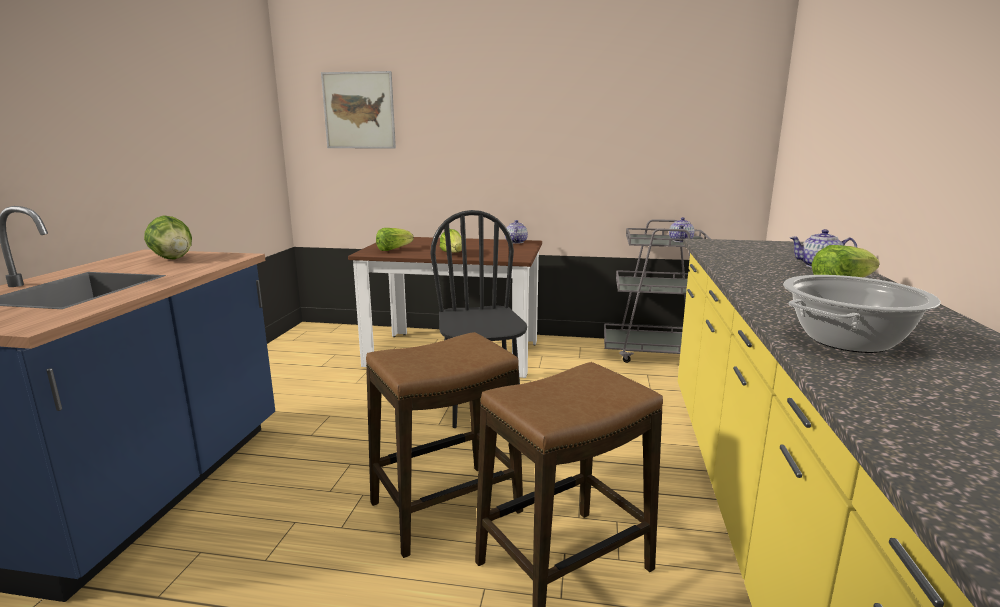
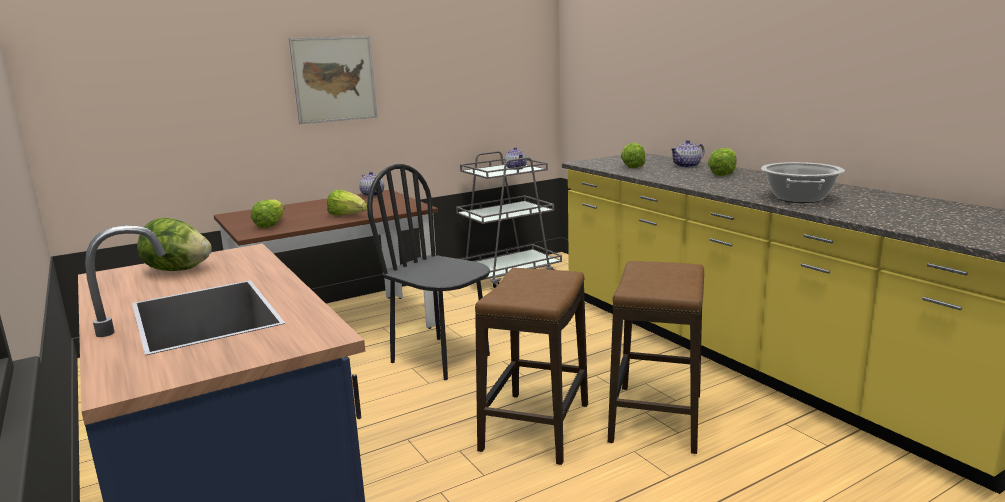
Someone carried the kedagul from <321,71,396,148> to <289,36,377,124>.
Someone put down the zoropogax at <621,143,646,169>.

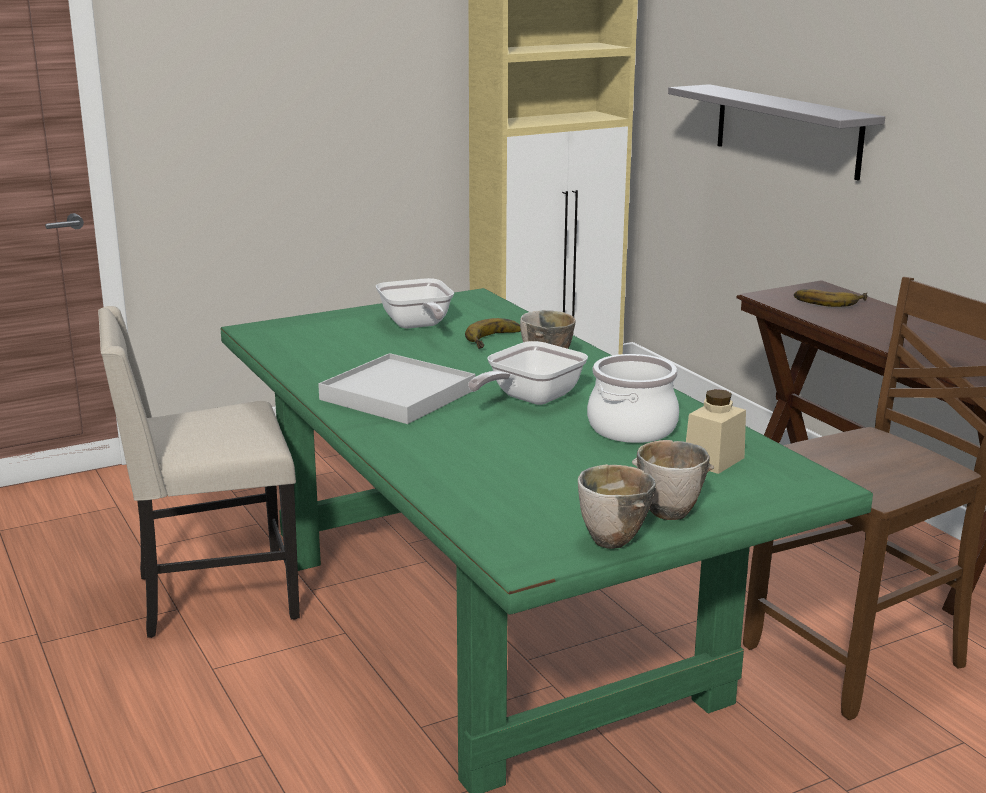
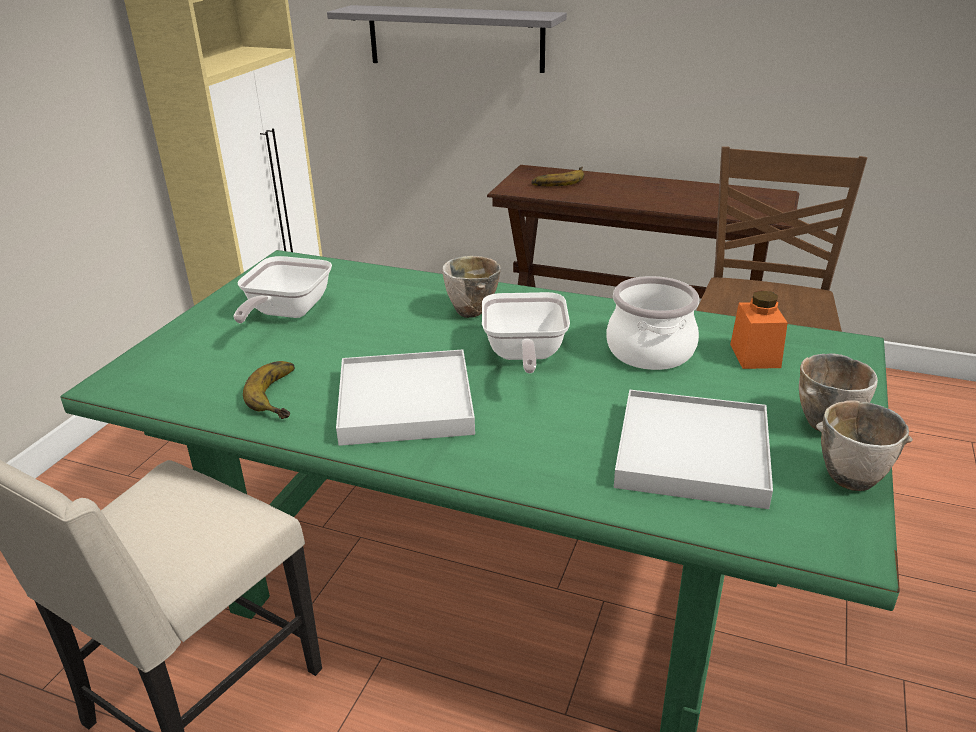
Someone rotated the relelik at <376,278,454,329> by 75 degrees clockwise.
Someone carried the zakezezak from <465,318,521,349> to <243,361,295,419>.
Someone put down the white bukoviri at <614,390,773,509>.
Someone repainted the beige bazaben at <686,389,746,474>, which became the orange bazaben at <730,290,788,369>.

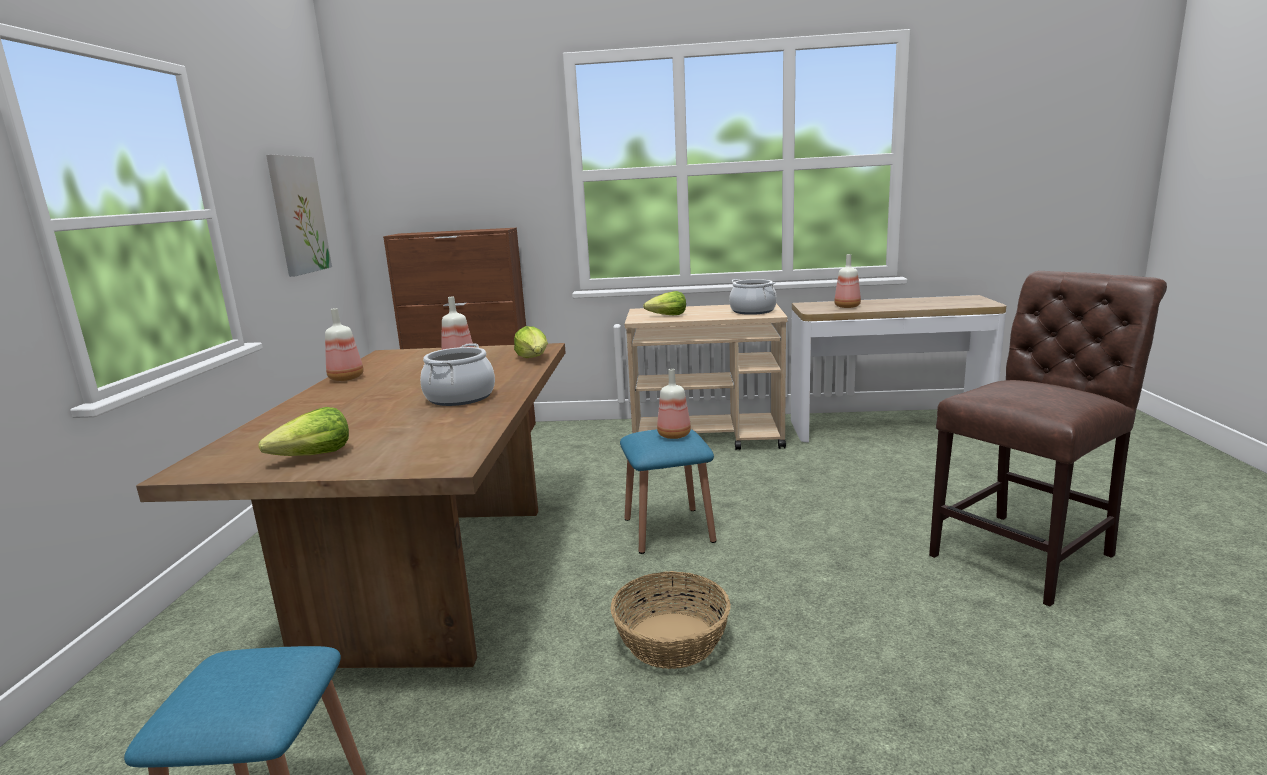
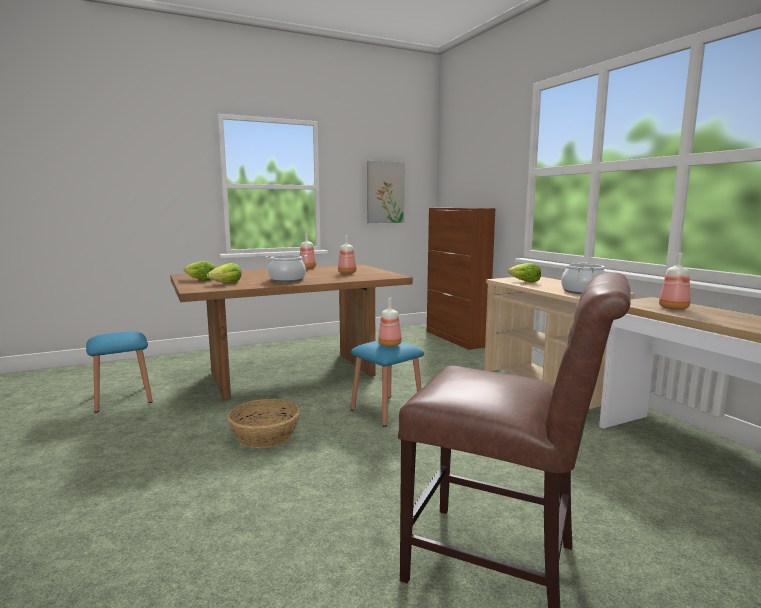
Someone carried the zoropogax from <514,326,548,358> to <207,263,242,283>.

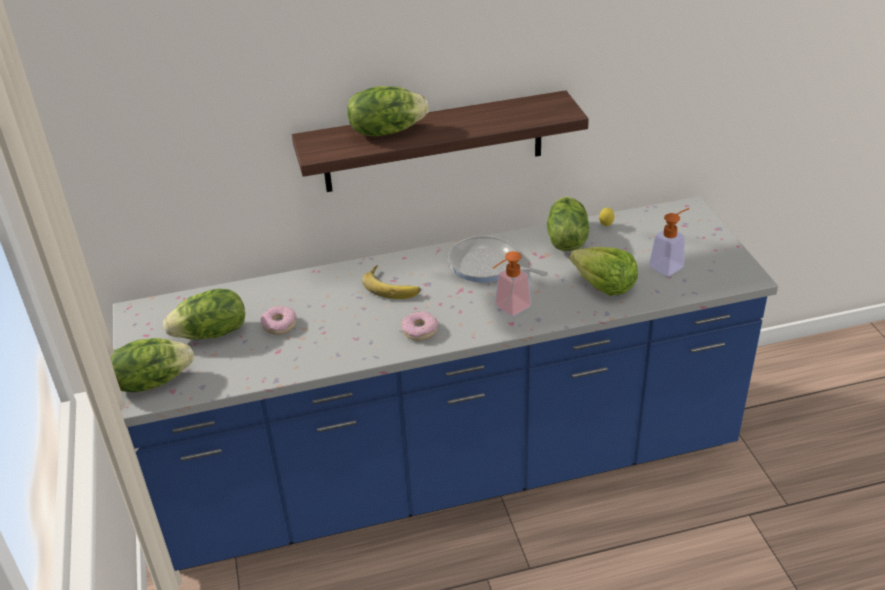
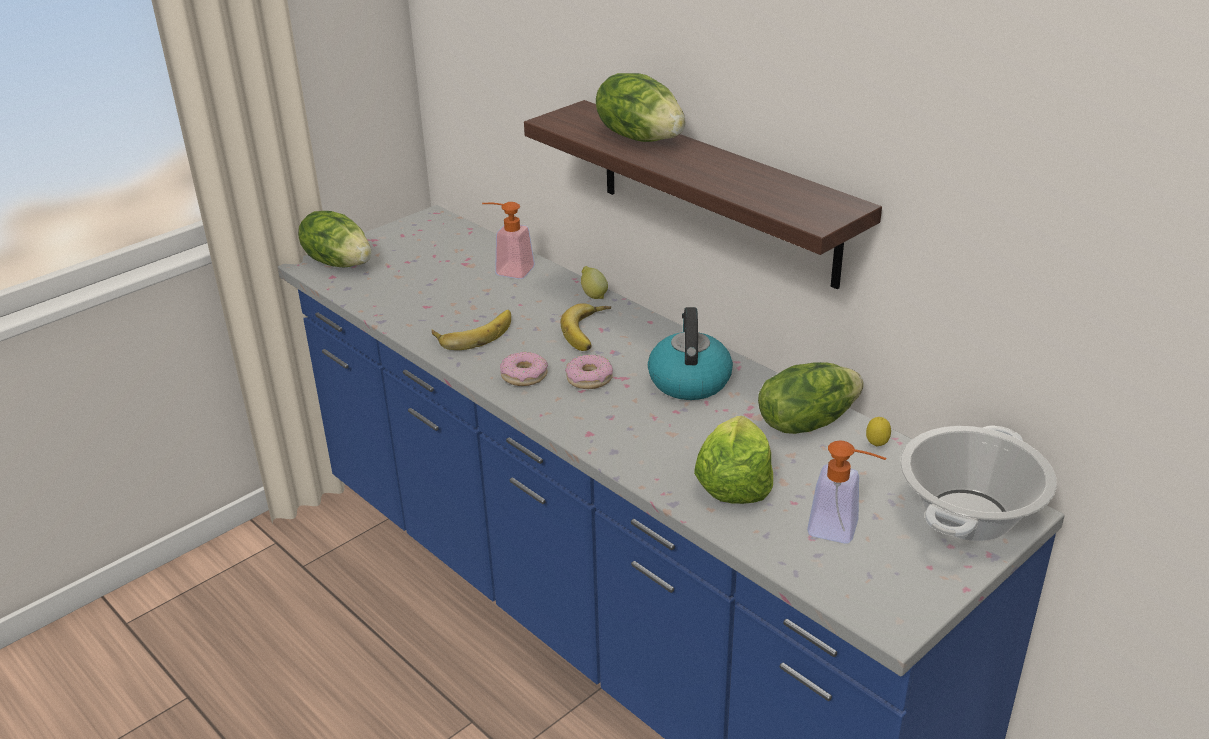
Someone put down the zakezezak at <432,310,511,350>.
Someone carried the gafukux from <493,251,531,316> to <482,202,535,279>.
Someone carried the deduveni from <261,306,297,335> to <565,355,613,389>.
Someone put down the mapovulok at <581,266,608,299>.
Someone swapped the relelik at <448,236,548,283> for the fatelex at <648,307,733,400>.
Someone put down the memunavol at <900,425,1057,541>.
Someone took away the zoropogax at <163,289,245,340>.

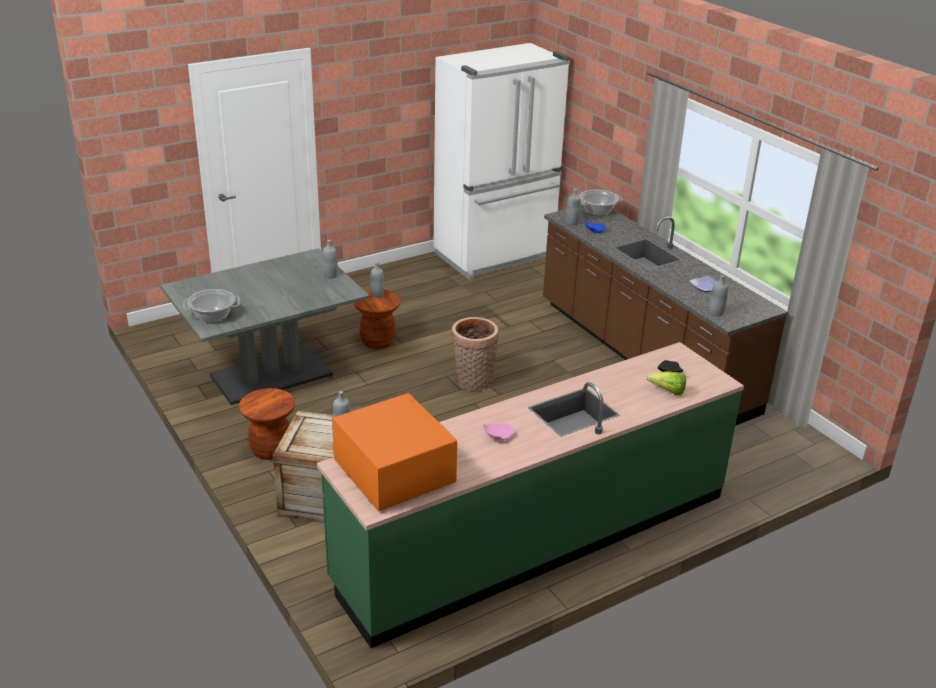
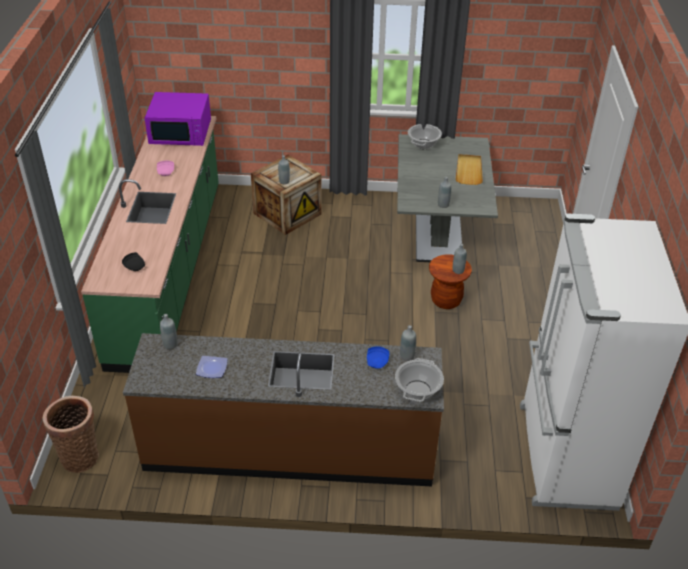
Someone carried the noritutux from <452,317,499,391> to <42,396,99,473>.
Someone repainted the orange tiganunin at <332,393,457,512>, which became the purple tiganunin at <144,92,211,146>.
Someone put down the beige bukoviri at <455,154,483,185>.
Someone took away the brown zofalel at <239,388,295,460>.
Someone took away the zoropogax at <647,372,686,395>.

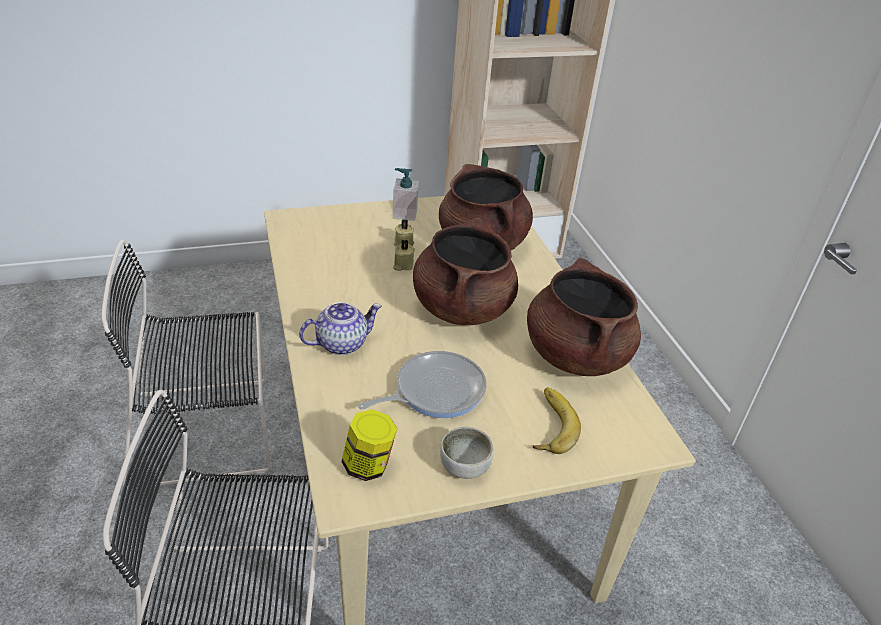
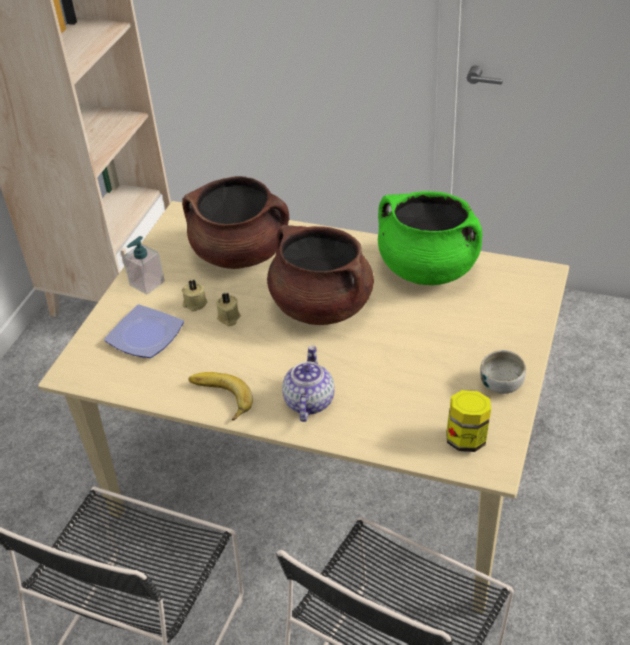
Someone put down the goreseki at <104,304,184,358>.
Someone carried the zakezezak from <533,388,581,454> to <188,372,253,421>.
Someone repainted the brown memunavol at <527,257,641,376>, which became the green memunavol at <378,191,482,285>.
Someone took away the relelik at <358,351,487,418>.

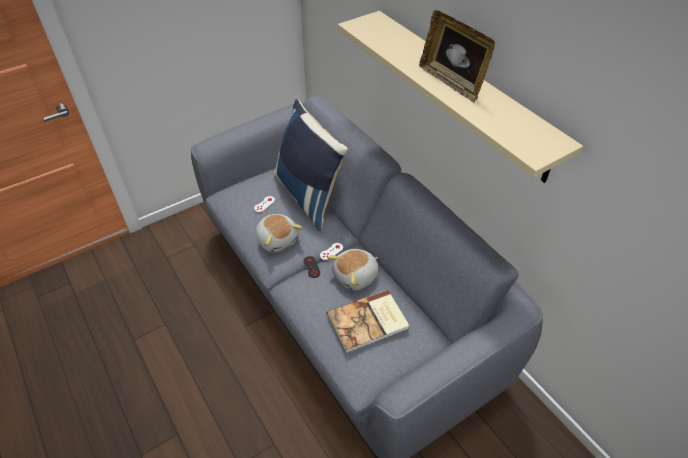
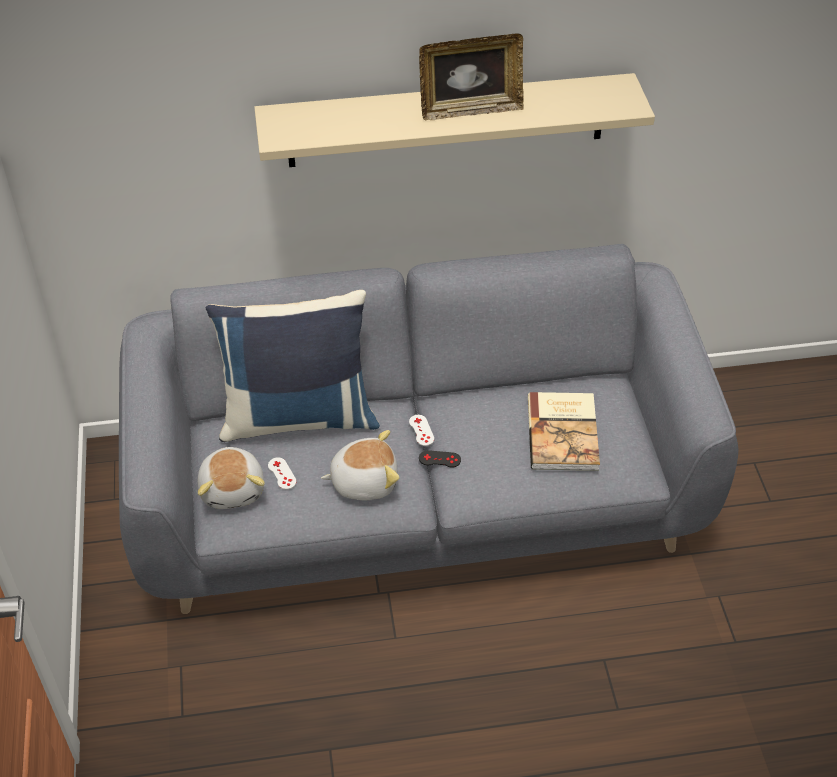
Someone carried the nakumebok from <327,249,379,291> to <197,447,265,509>.

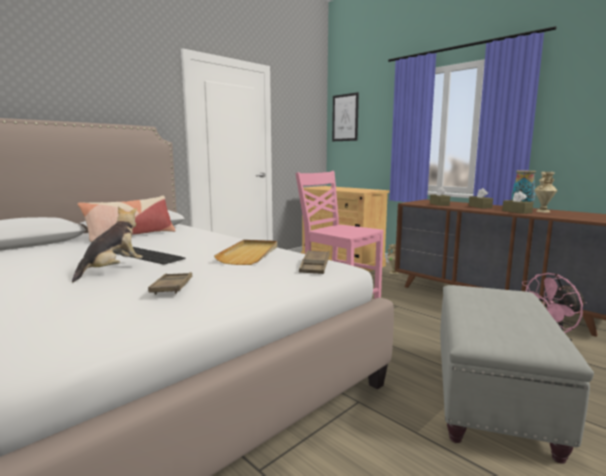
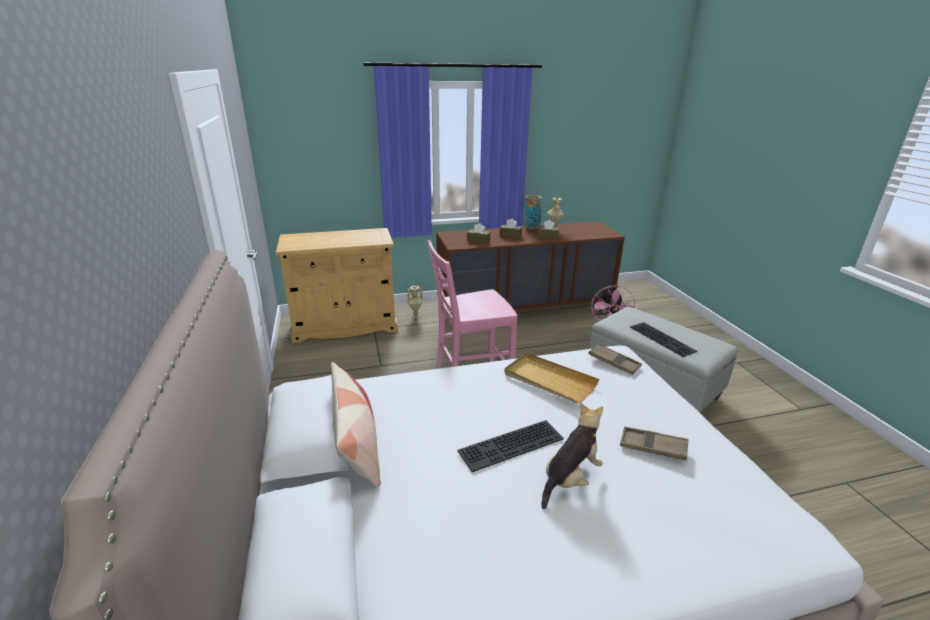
Someone rotated the nakumebok at <72,207,143,282> by 75 degrees clockwise.
Someone put down the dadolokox at <630,322,697,357>.
Someone took away the kedagul at <332,92,359,141>.

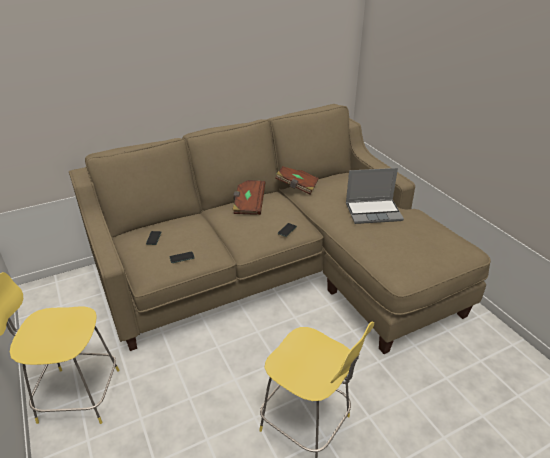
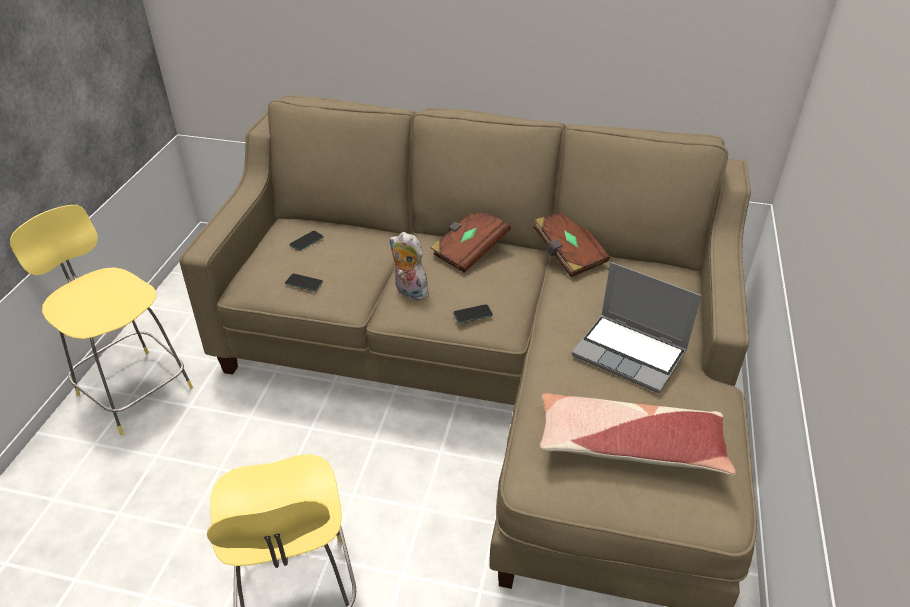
Someone put down the nakumebok at <389,232,433,300>.
Someone put down the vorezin at <540,393,736,475>.

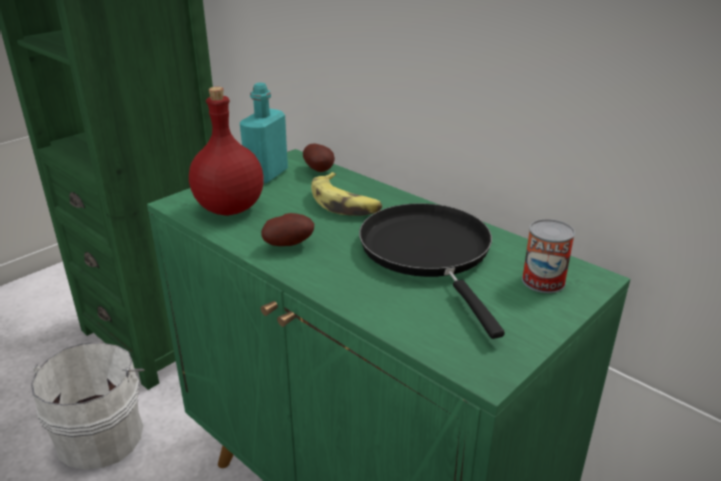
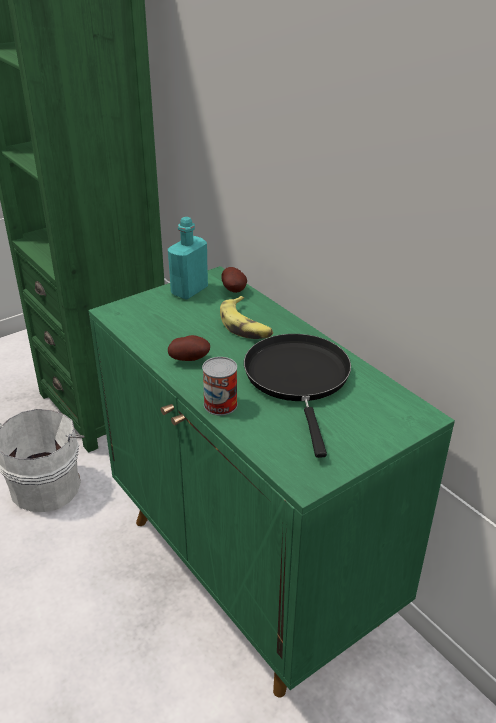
Someone carried the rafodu from <522,219,575,293> to <202,357,237,416>.
Someone took away the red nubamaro at <189,87,264,216>.

